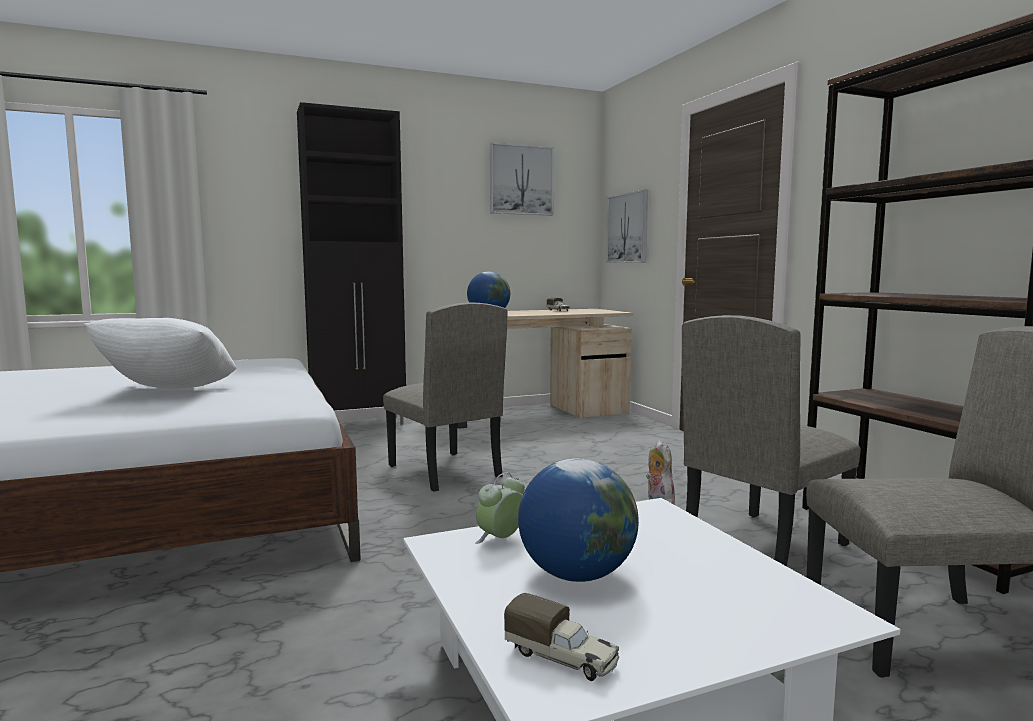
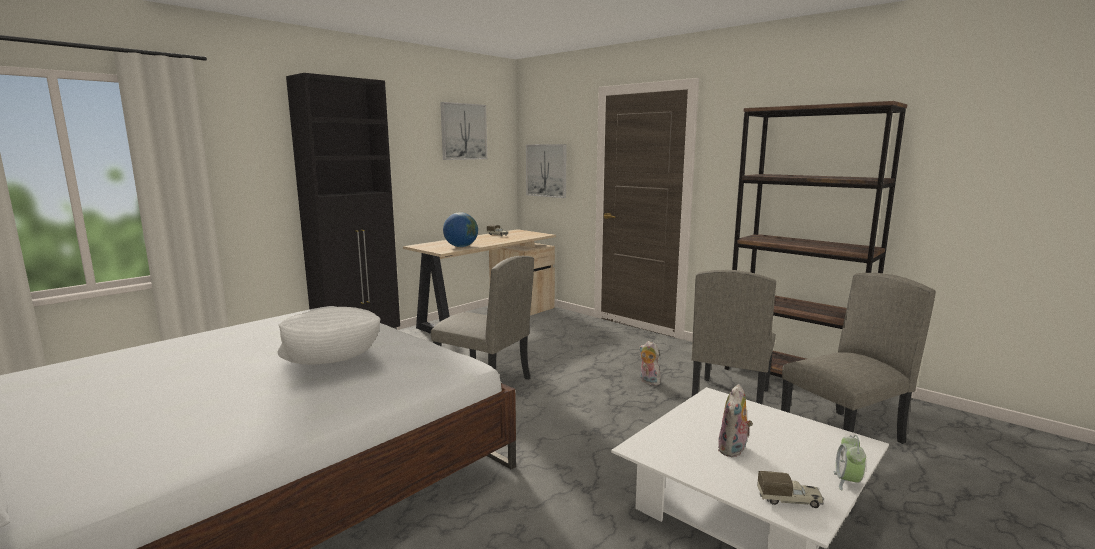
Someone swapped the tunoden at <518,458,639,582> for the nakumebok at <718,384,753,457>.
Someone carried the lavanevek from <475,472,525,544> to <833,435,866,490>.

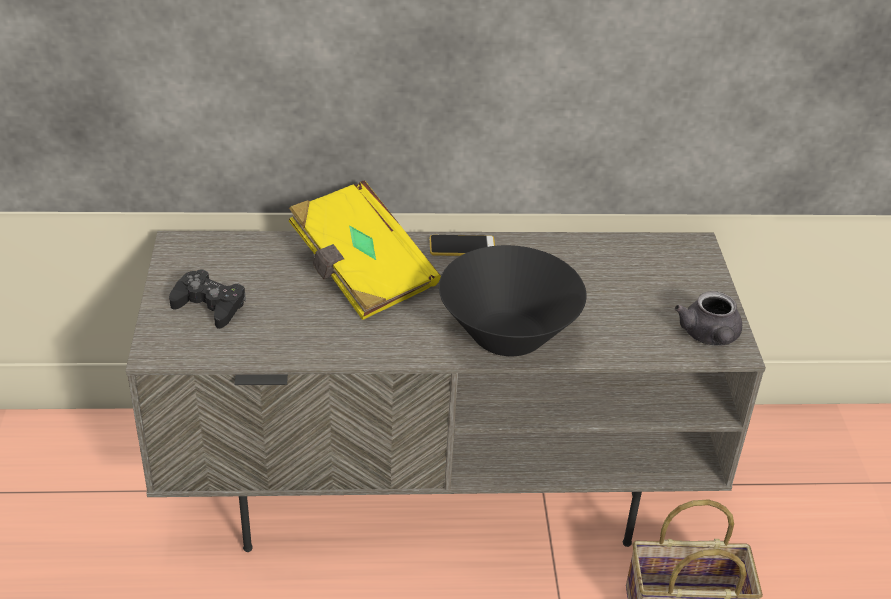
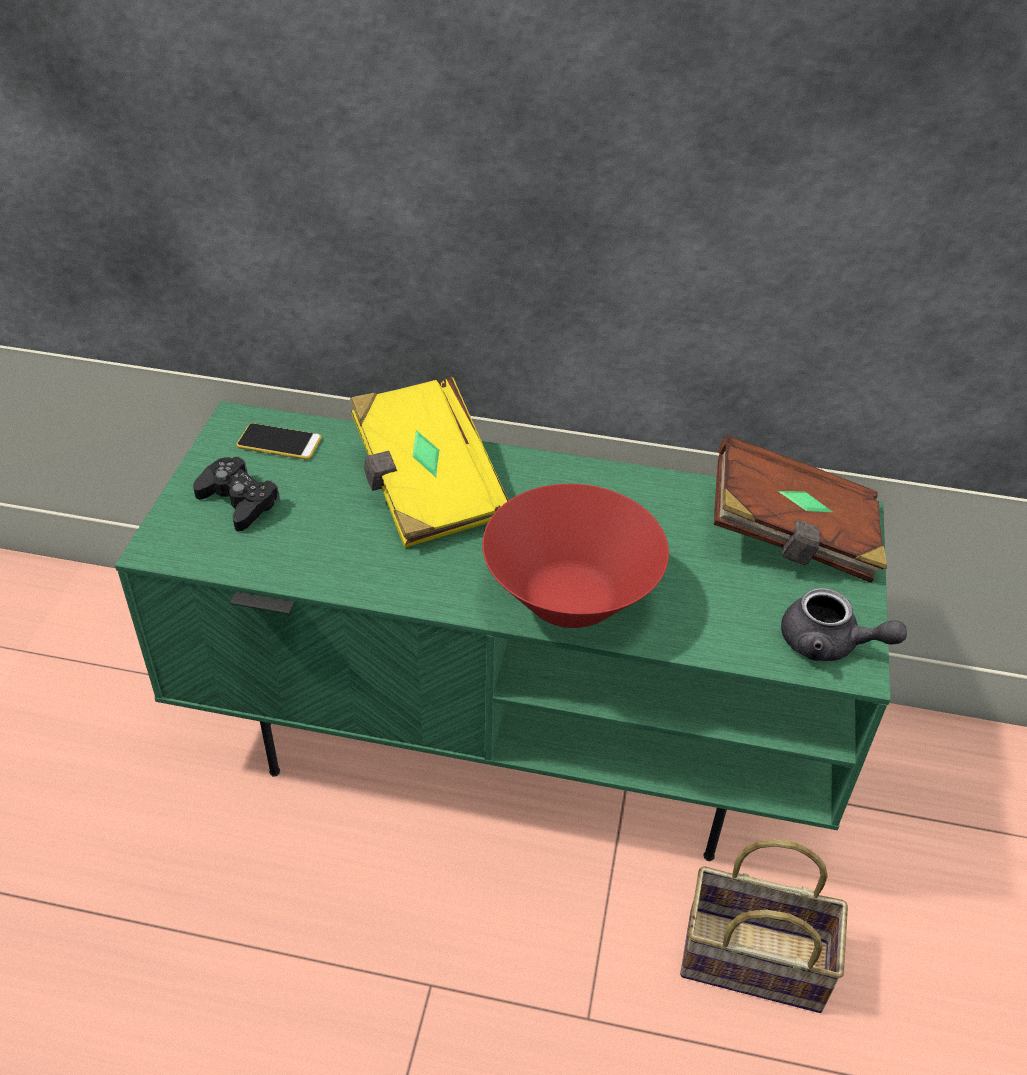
Someone repainted the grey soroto at <126,231,766,552>, which became the green soroto at <115,401,891,861>.
Someone carried the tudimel from <430,235,495,256> to <236,423,322,460>.
Someone repainted the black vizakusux at <439,245,587,356>, which became the red vizakusux at <482,484,669,628>.
Someone put down the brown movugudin at <714,435,887,583>.
Someone rotated the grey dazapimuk at <675,291,742,346> by 75 degrees counterclockwise.

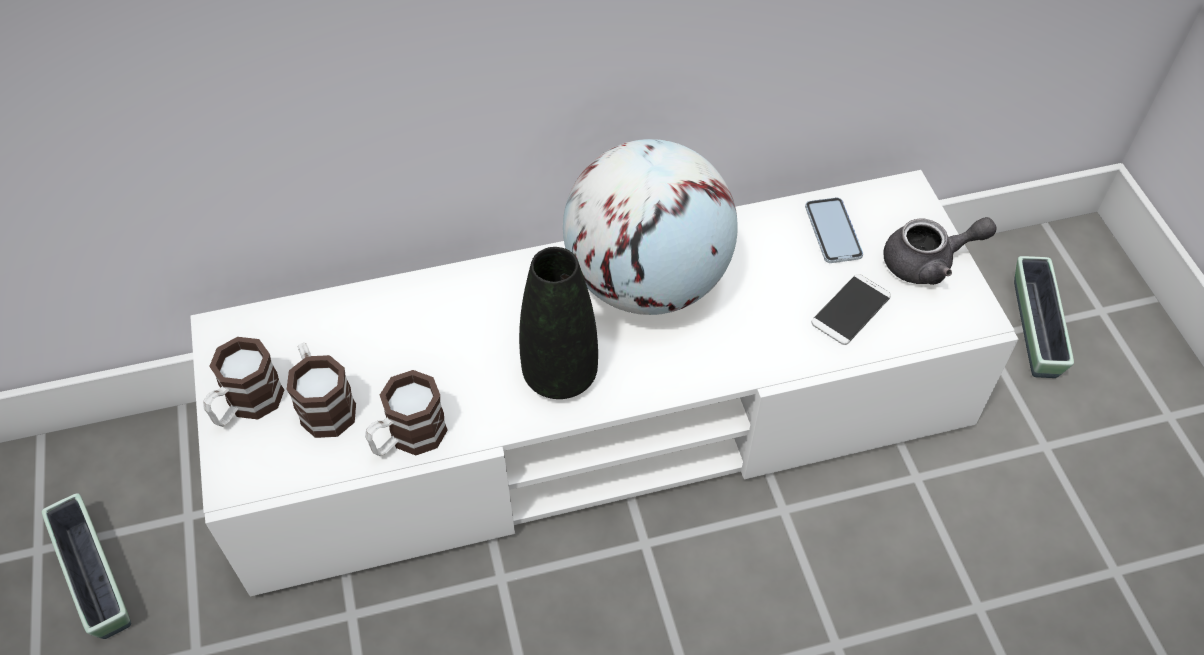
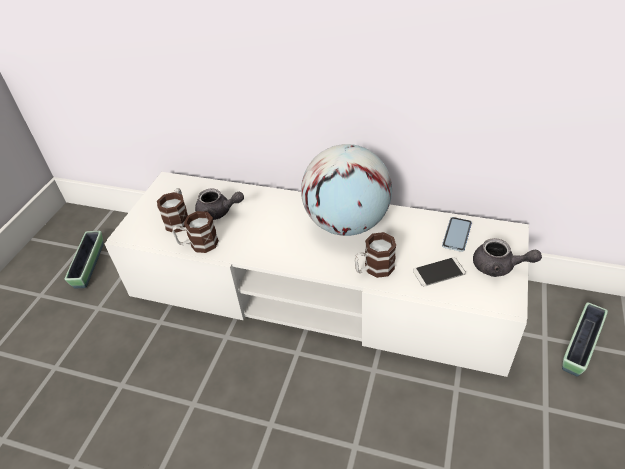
Someone put down the grey dazapimuk at <195,189,244,220>.
Someone carried the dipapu from <203,337,284,427> to <354,232,396,278>.
Someone took away the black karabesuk at <519,247,598,399>.

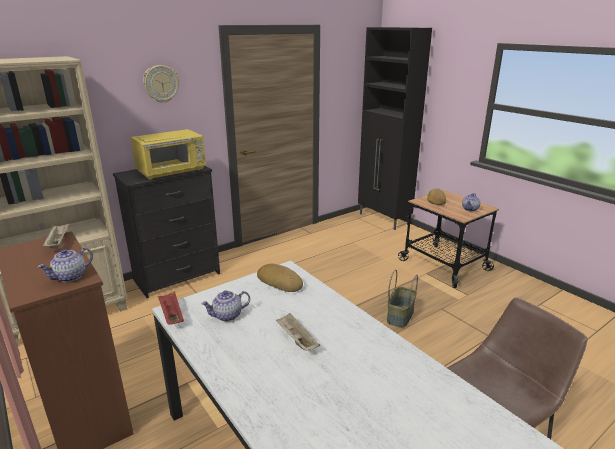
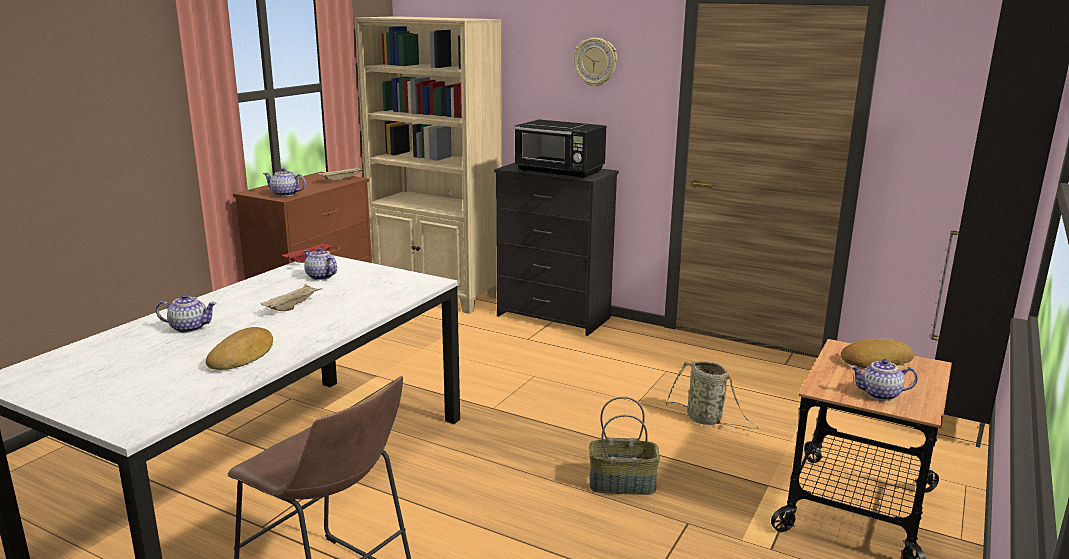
Someone put down the dazapimuk at <156,294,217,333>.
Someone carried the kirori from <257,264,303,292> to <206,327,273,370>.
Someone repainted the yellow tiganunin at <131,129,206,180>, which became the black tiganunin at <514,120,606,179>.
Someone put down the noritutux at <664,361,759,429>.

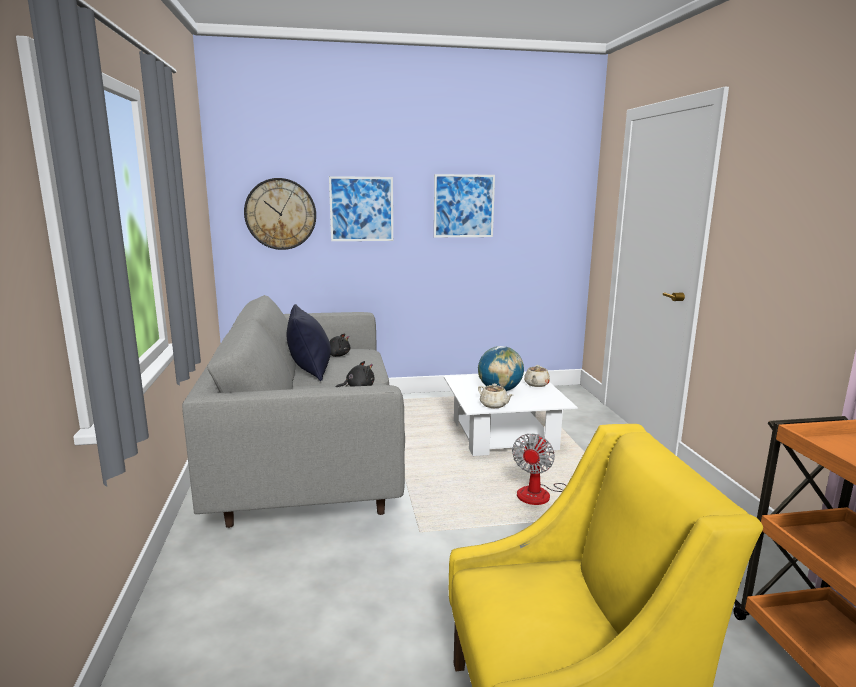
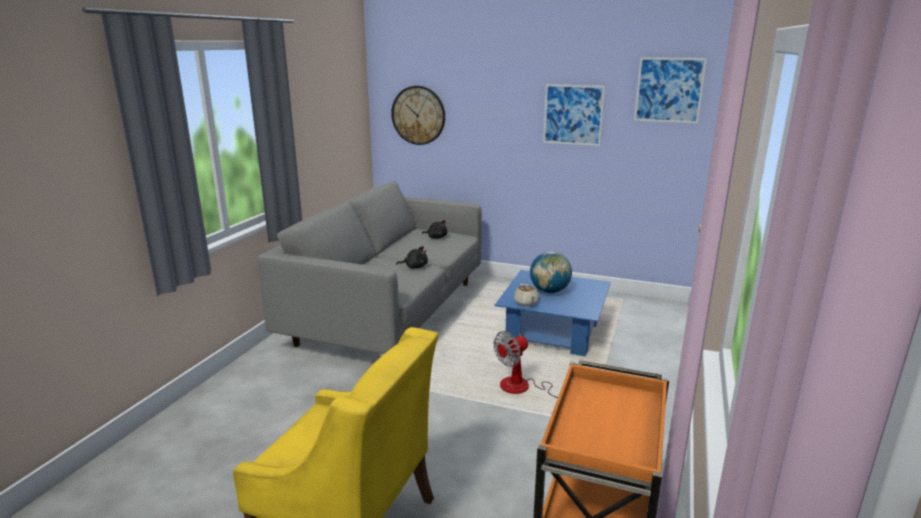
Someone repainted the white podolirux at <444,372,578,456>, which became the blue podolirux at <495,270,611,356>.
Someone carried the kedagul from <329,176,393,241> to <634,57,707,123>.
Someone took away the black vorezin at <287,304,331,381>.
Someone took away the beige dazapimuk at <524,365,550,387>.

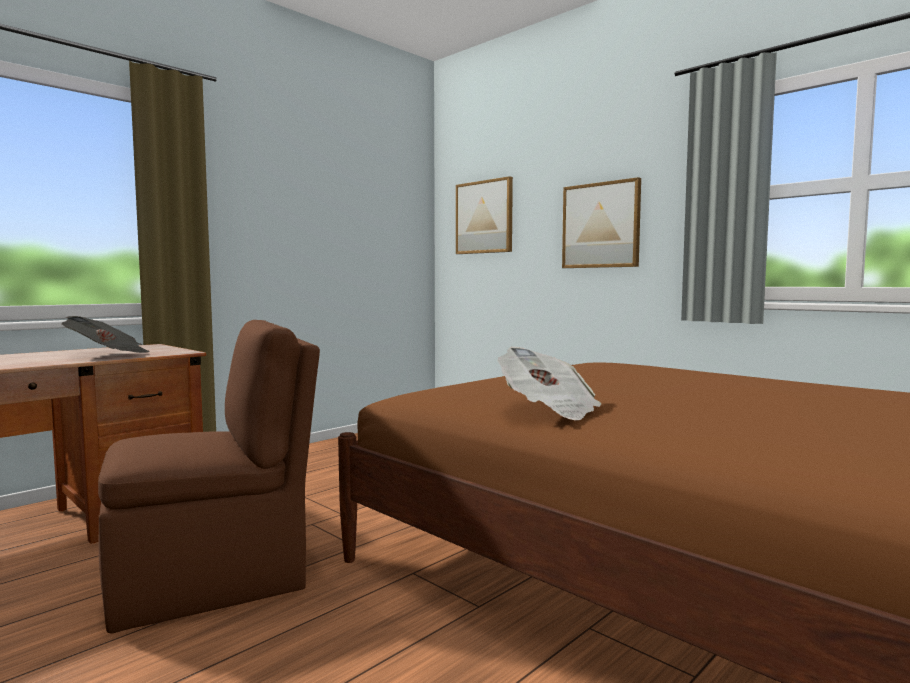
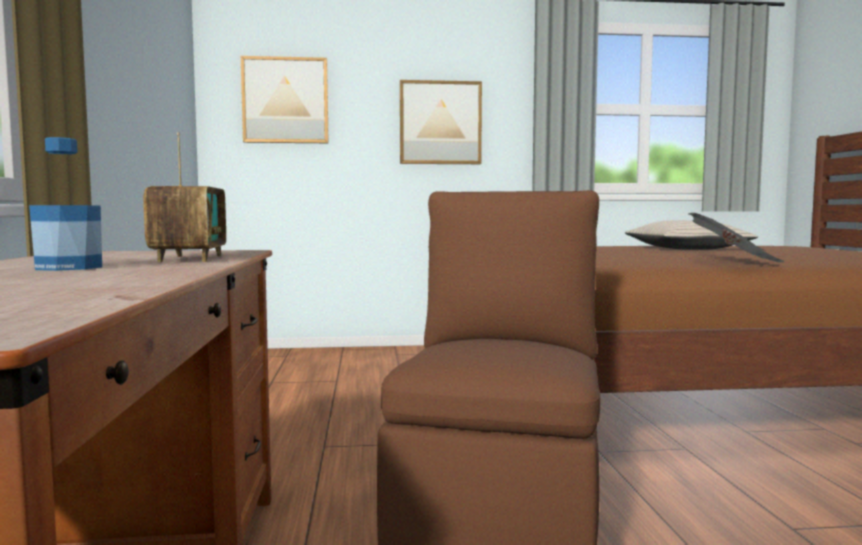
Someone put down the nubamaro at <29,137,102,271>.
Someone swapped the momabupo at <62,316,150,353> for the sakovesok at <143,132,226,262>.
Someone put down the beige vorezin at <625,220,758,250>.

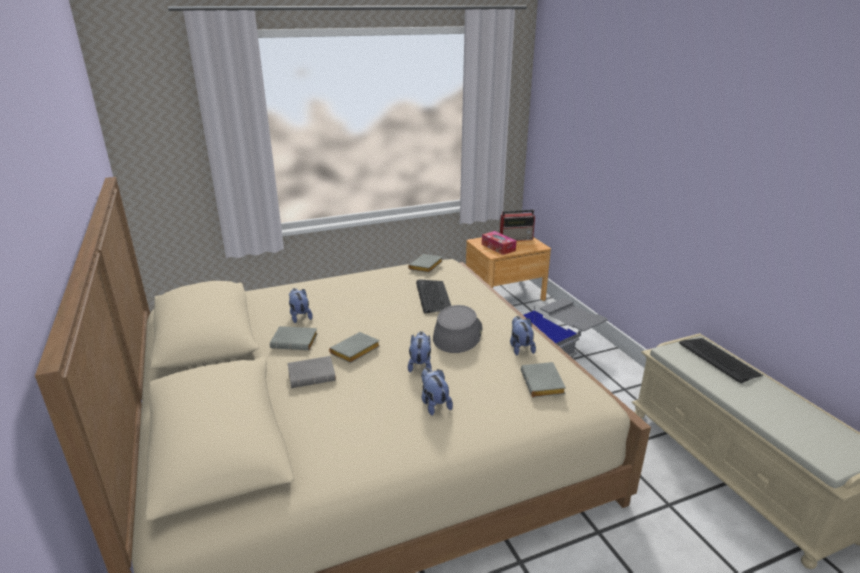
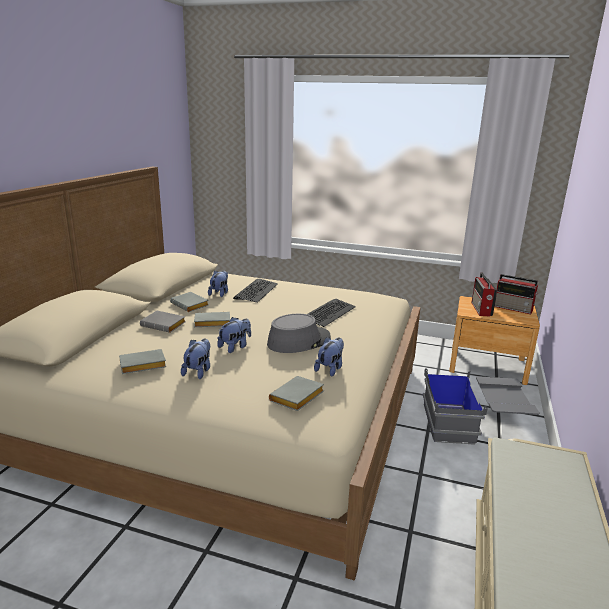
Someone carried the grey movugudin from <408,254,443,273> to <119,349,166,374>.
Someone carried the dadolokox from <679,338,763,384> to <233,278,278,303>.
Someone swapped the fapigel at <482,231,516,255> for the sakovesok at <471,273,497,317>.

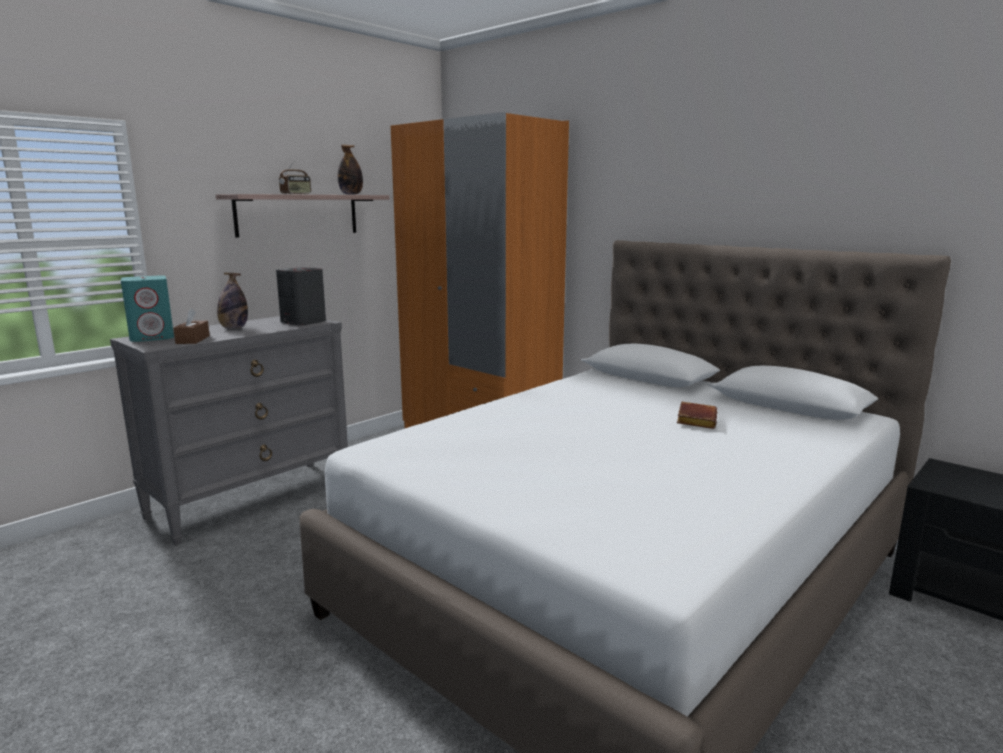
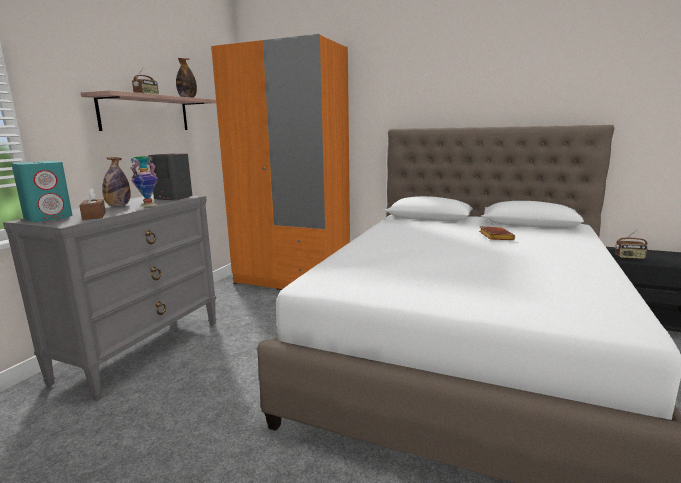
Someone put down the karabesuk at <130,156,159,207>.
Someone put down the sakovesok at <615,229,648,259>.

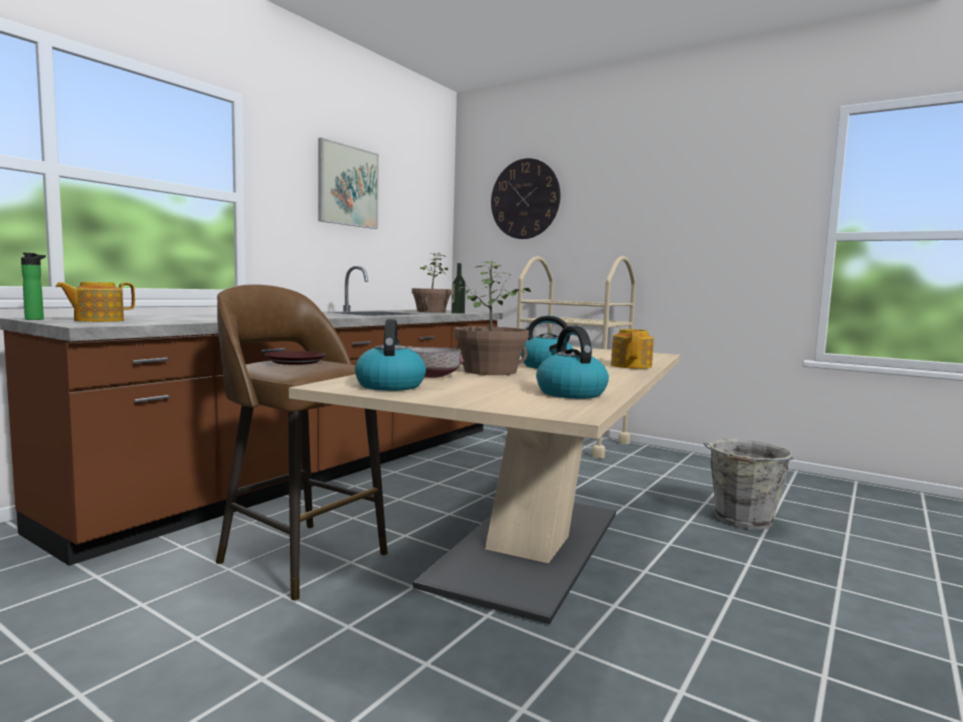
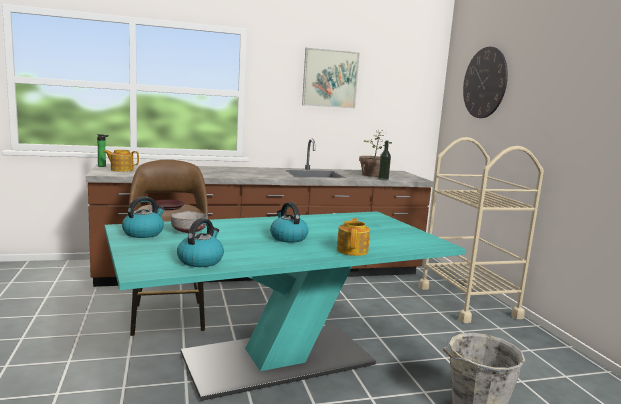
Someone repainted the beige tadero at <289,347,680,624>, which became the turquoise tadero at <105,211,466,401>.
Someone rotated the dazapimuk at <611,329,654,369> by 45 degrees counterclockwise.
Someone took away the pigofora at <455,261,531,375>.

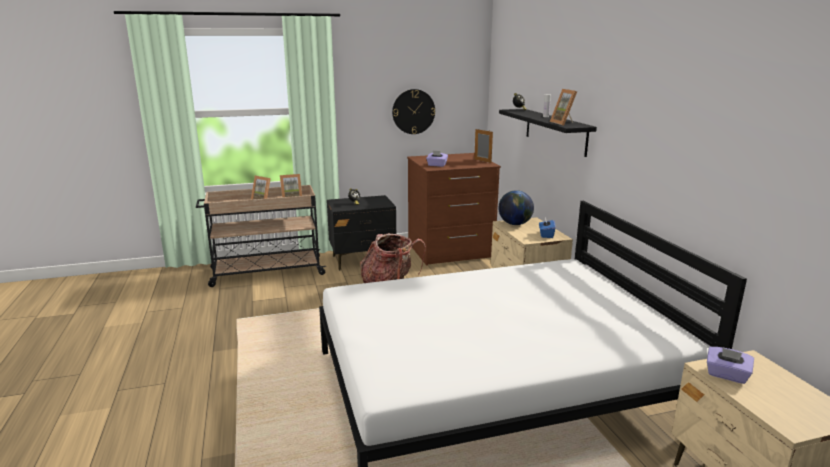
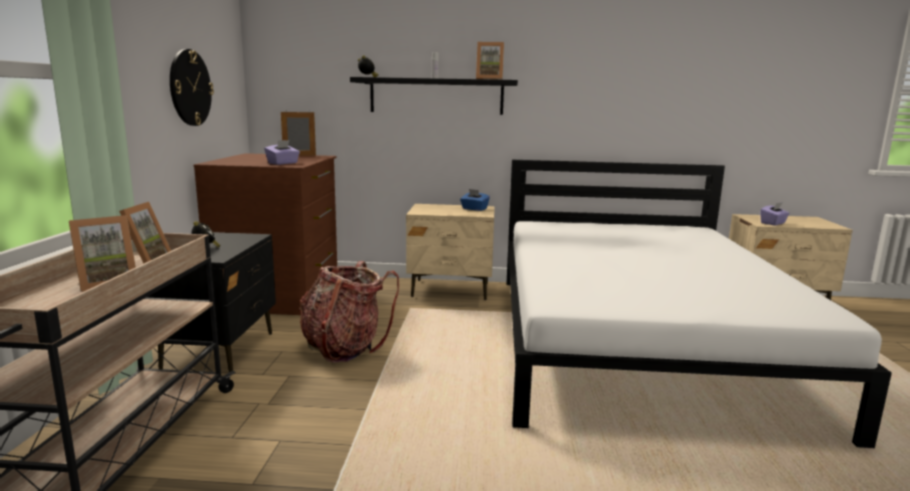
Someone took away the tunoden at <499,190,534,225>.

